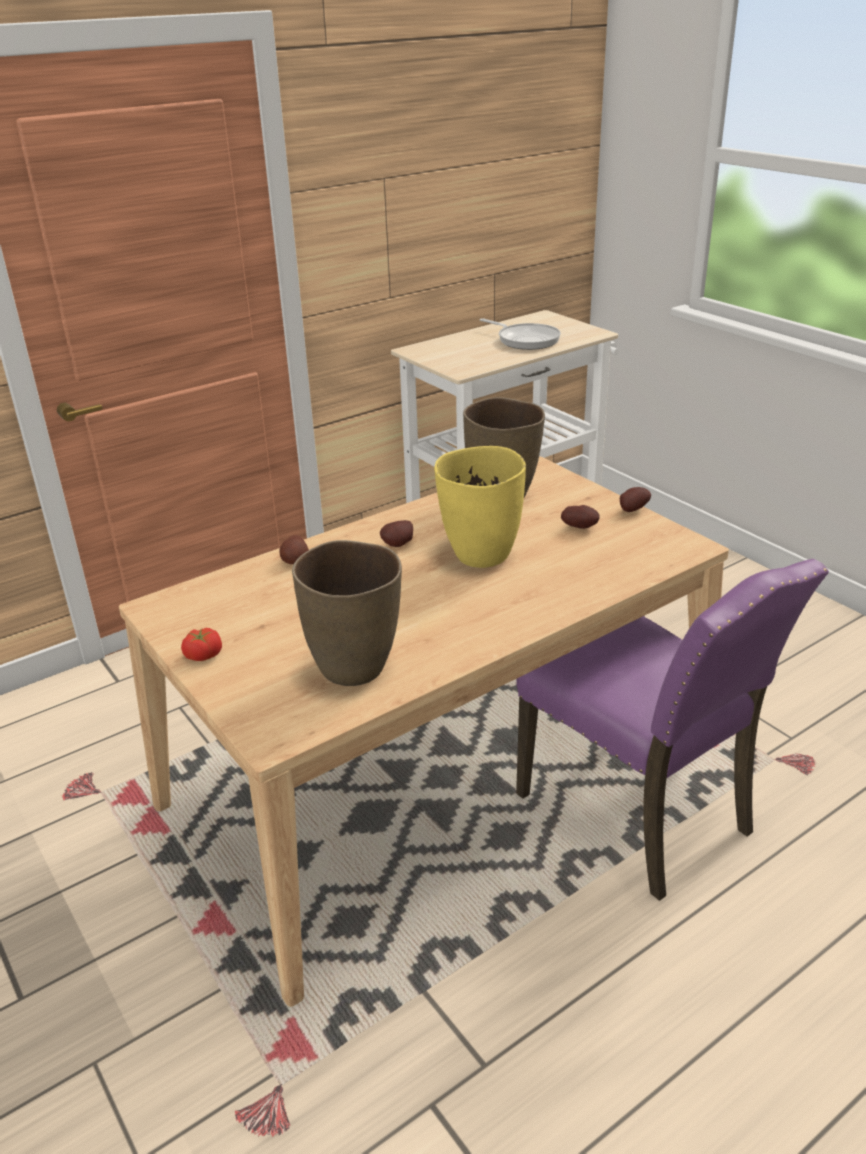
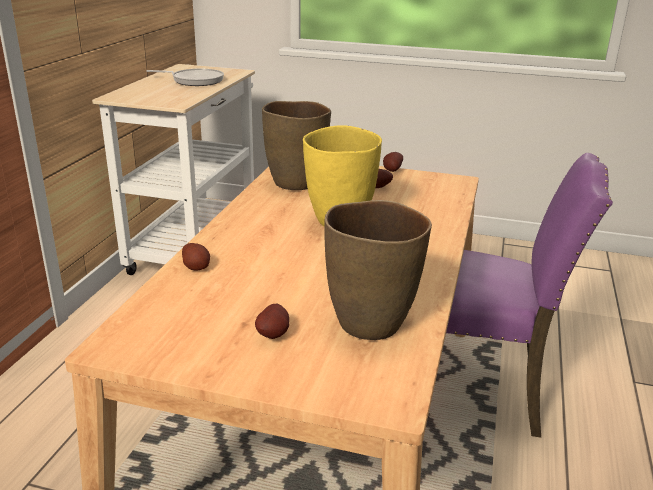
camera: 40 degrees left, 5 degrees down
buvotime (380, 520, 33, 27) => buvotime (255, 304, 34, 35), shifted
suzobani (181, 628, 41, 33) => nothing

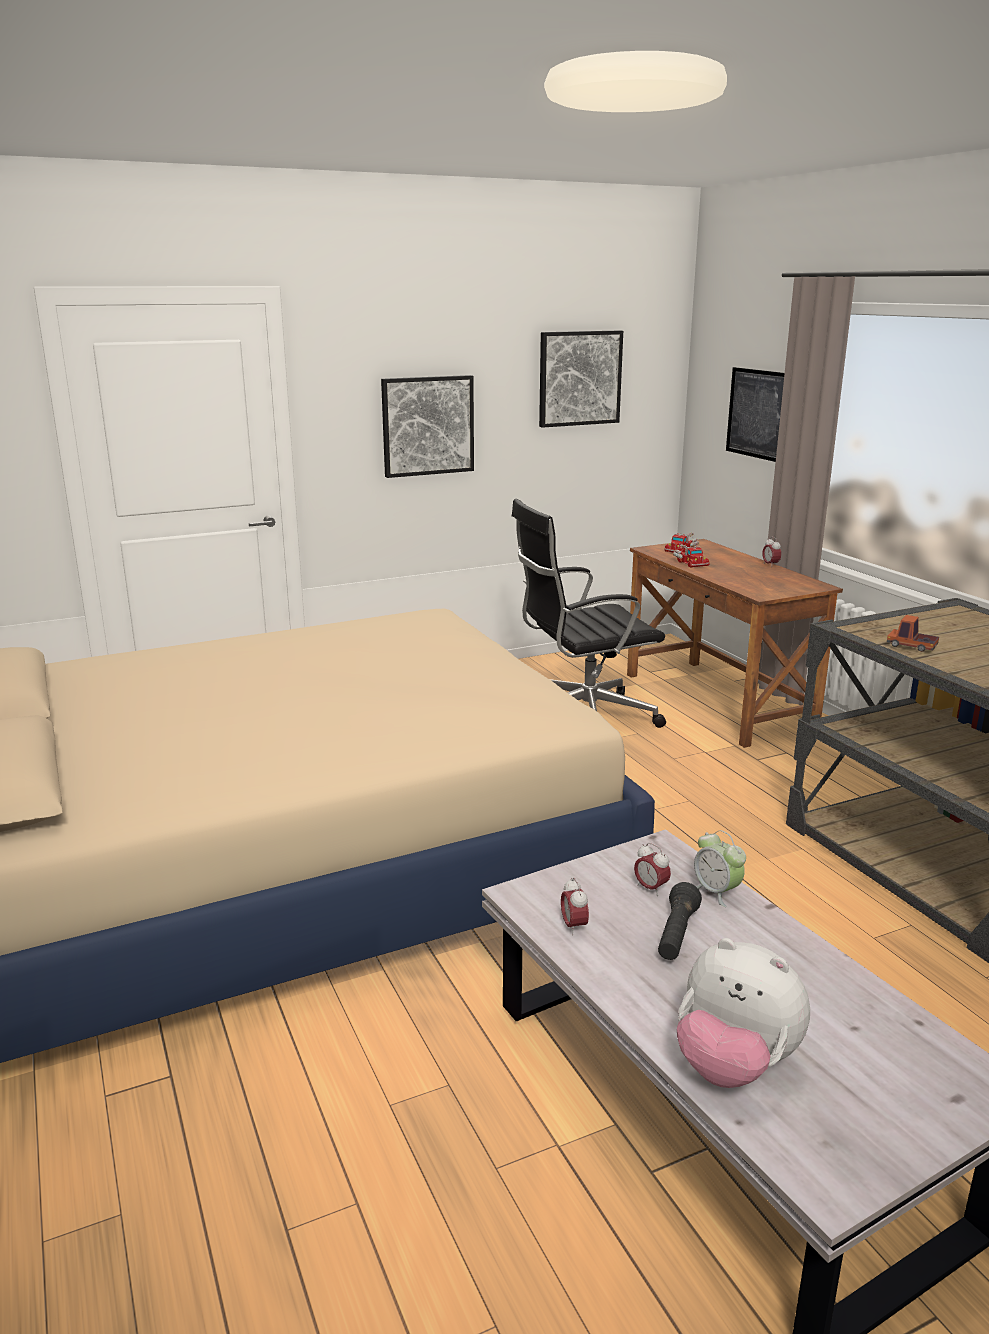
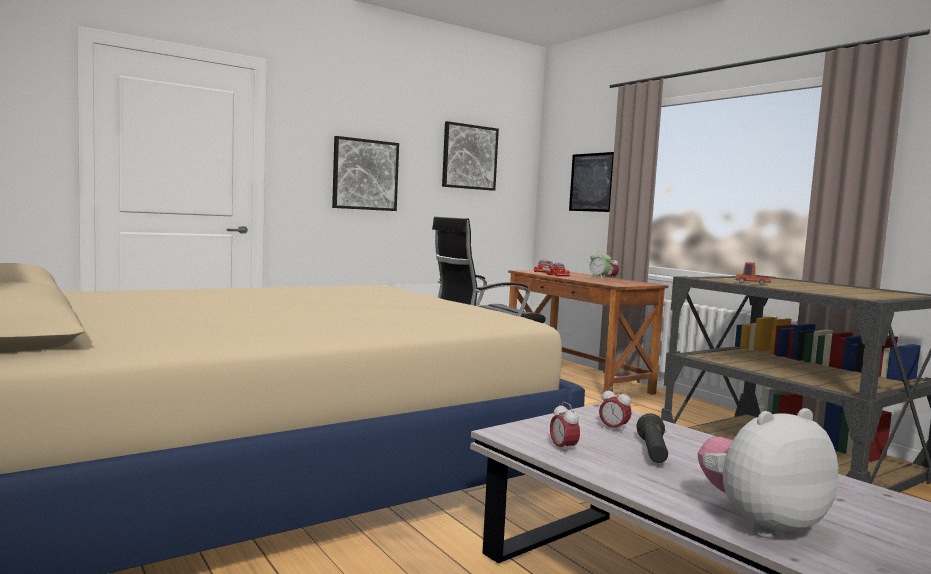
camera: 10 degrees left, 15 degrees down
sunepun (694, 830, 52, 77) => sunepun (589, 250, 22, 29), shifted
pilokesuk (677, 938, 133, 150) => pilokesuk (698, 408, 140, 130), 135 degrees clockwise

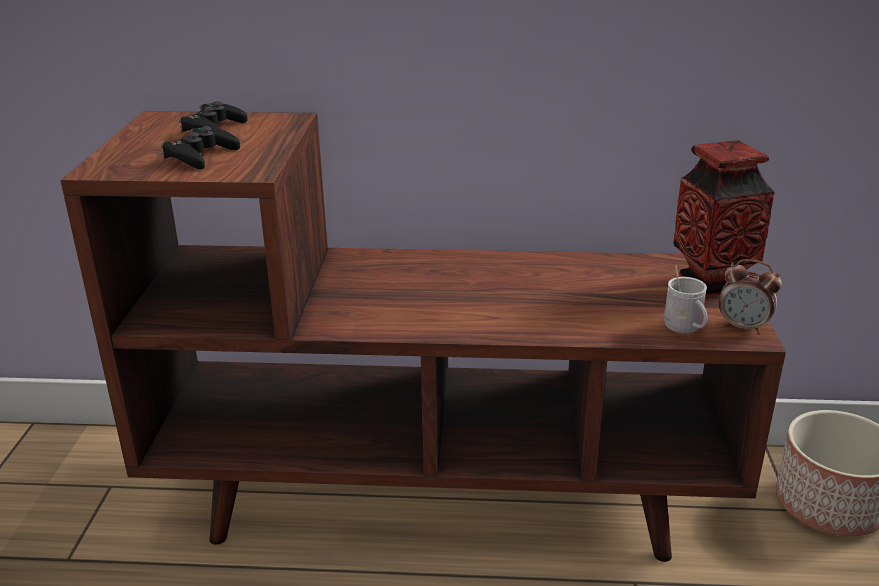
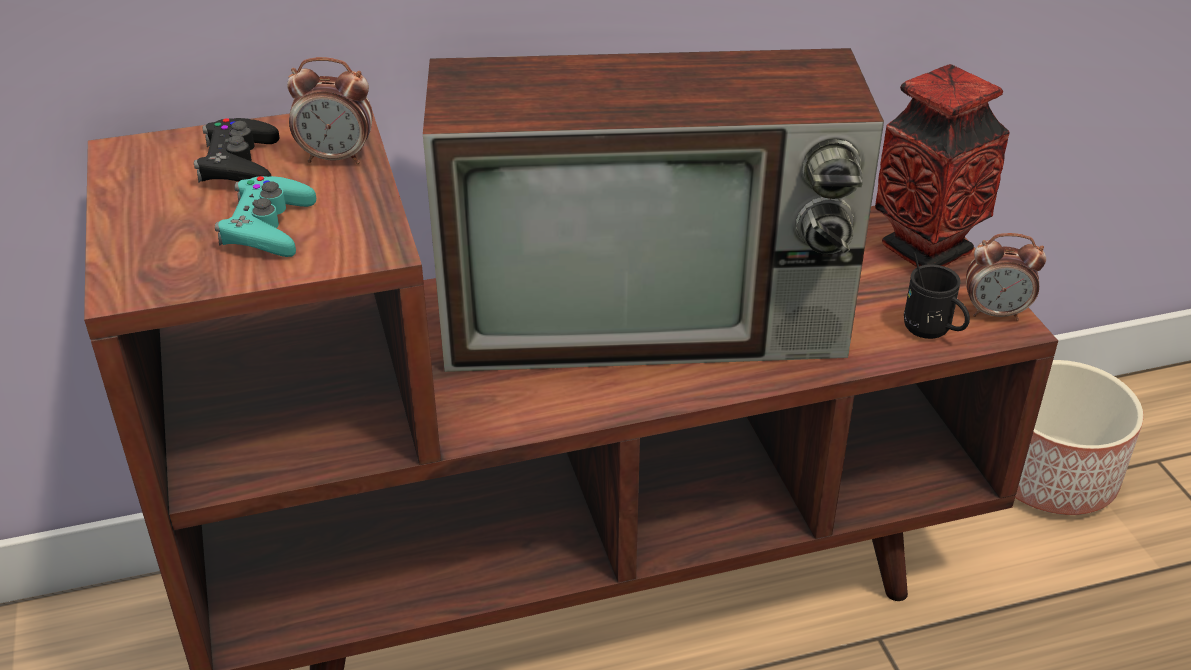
camera: 20 degrees left, 10 degrees up
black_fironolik (161, 126, 79, 43) => turquoise_fironolik (215, 176, 101, 81)
nothing => sunepun (287, 57, 86, 107)
nothing => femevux (423, 48, 461, 324)
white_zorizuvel (664, 265, 44, 68) => black_zorizuvel (904, 252, 66, 87)

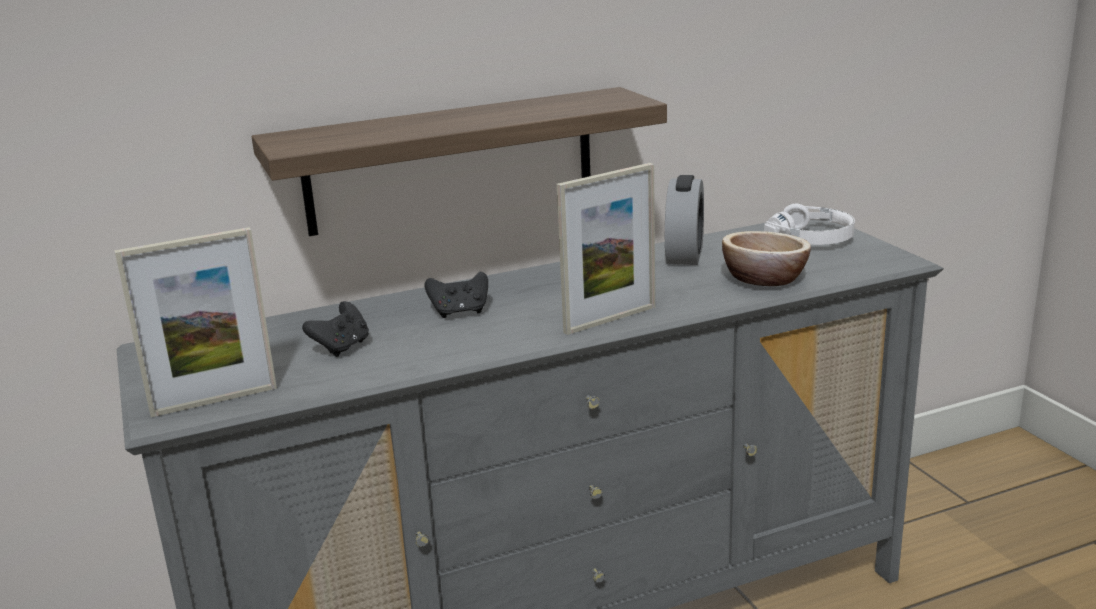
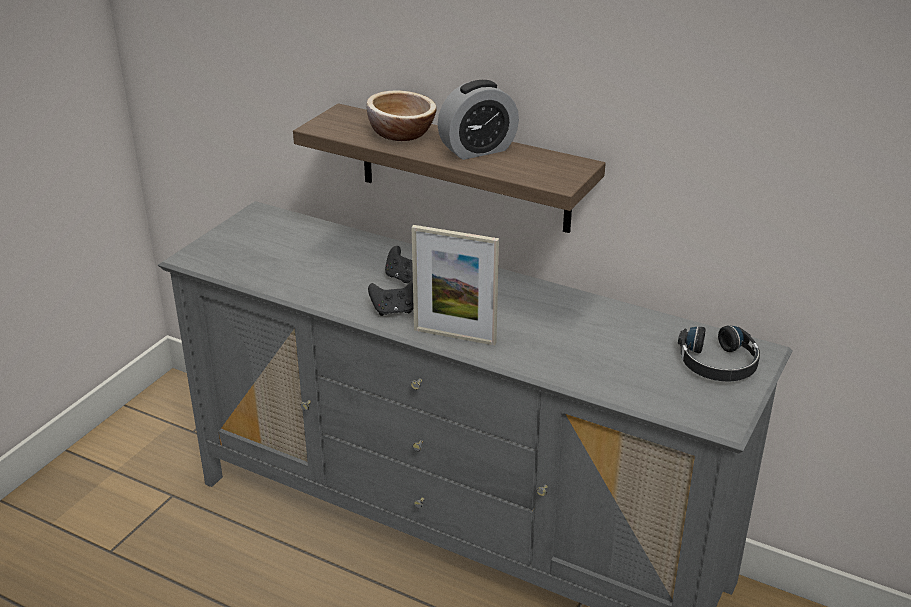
camera: 50 degrees right, 10 degrees up
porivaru (722, 231, 89, 55) => porivaru (366, 91, 71, 50), shifted
black_fironolik (302, 301, 67, 56) => black_fironolik (368, 280, 45, 36), shifted
sunepun (665, 175, 39, 90) => sunepun (438, 80, 81, 80), shifted
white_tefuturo (764, 203, 91, 42) => black_tefuturo (678, 326, 82, 55)
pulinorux (114, 227, 163, 190) => nothing

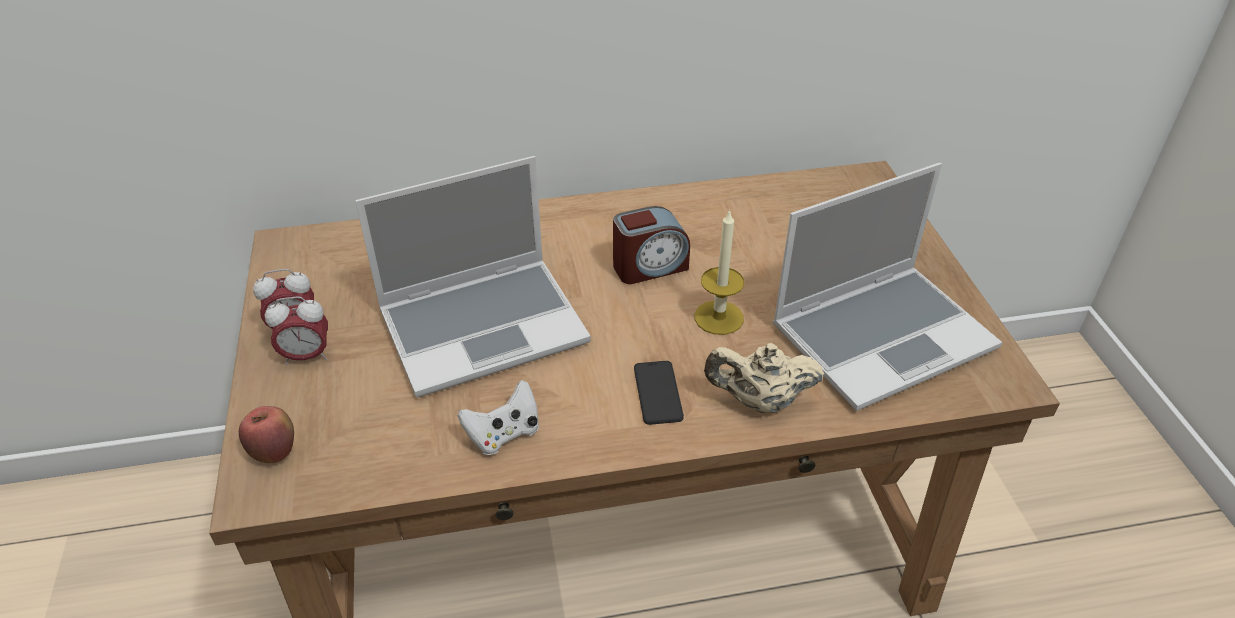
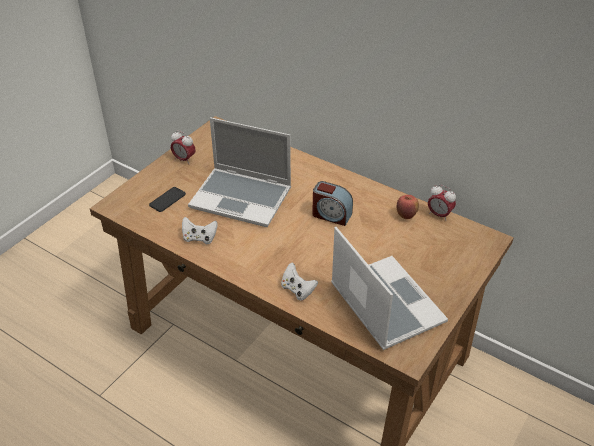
camera: 45 degrees right, 0 degrees up
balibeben (634, 361, 50, 64) => balibeben (149, 187, 37, 25), shifted
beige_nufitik (704, 343, 120, 70) => white_fironolik (281, 263, 37, 38)
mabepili (773, 163, 229, 248) => mabepili (331, 227, 117, 123), 135 degrees counterclockwise
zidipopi (239, 406, 55, 57) => zidipopi (397, 195, 22, 24), shifted
sunepun (265, 296, 63, 69) => sunepun (428, 185, 28, 36), shifted
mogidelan (695, 209, 49, 126) => nothing

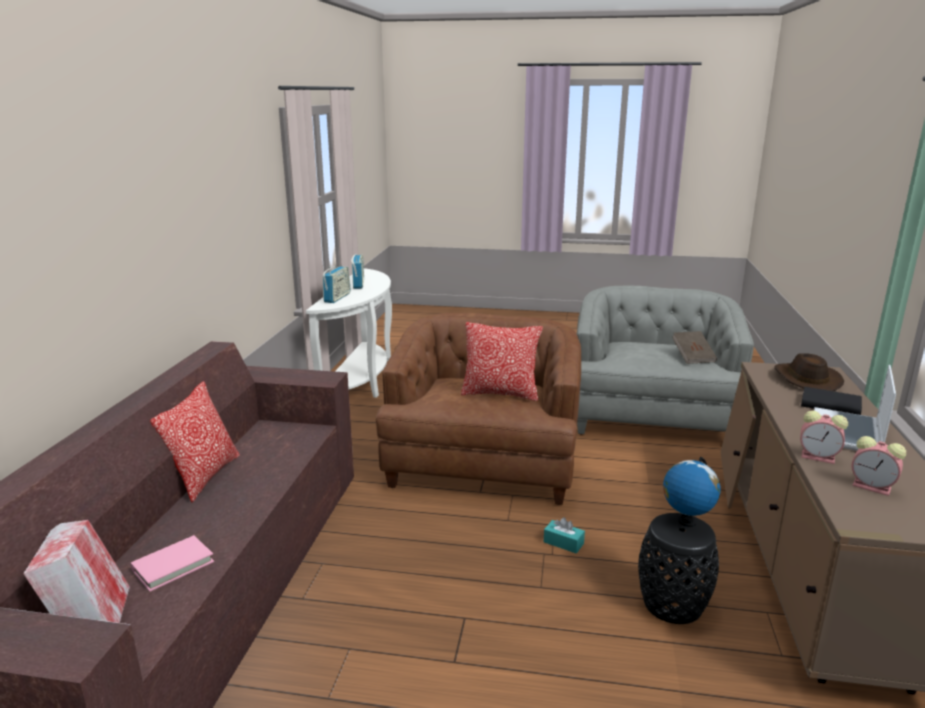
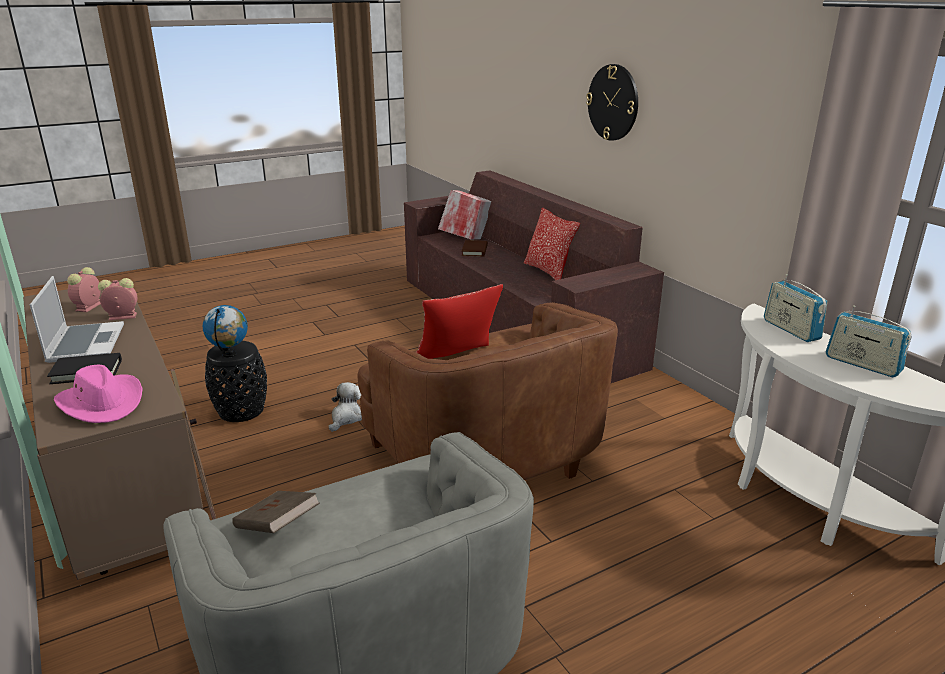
camera: 140 degrees right, 5 degrees up
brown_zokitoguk (774, 353, 70, 38) => pink_zokitoguk (54, 365, 89, 58)
sunepun (852, 436, 54, 60) => sunepun (67, 267, 34, 45), 75 degrees counterclockwise
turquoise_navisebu (544, 517, 41, 37) => pilokesuk (329, 382, 33, 50)
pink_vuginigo (130, 535, 84, 57) => brown_vuginigo (462, 240, 26, 17)
nothing => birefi (586, 64, 52, 77)

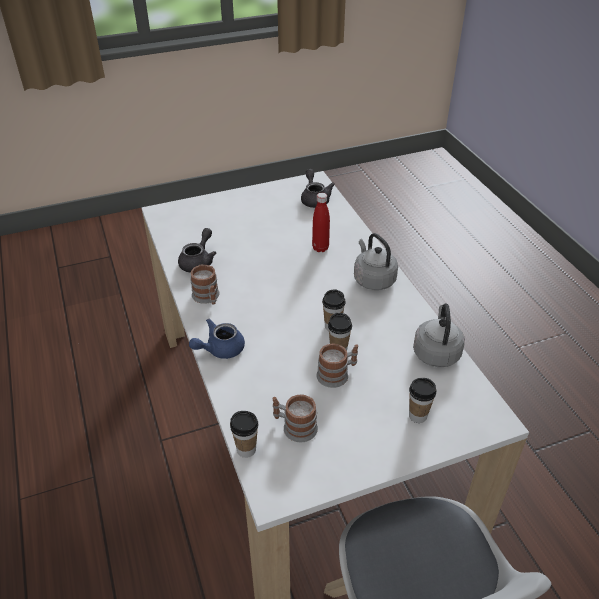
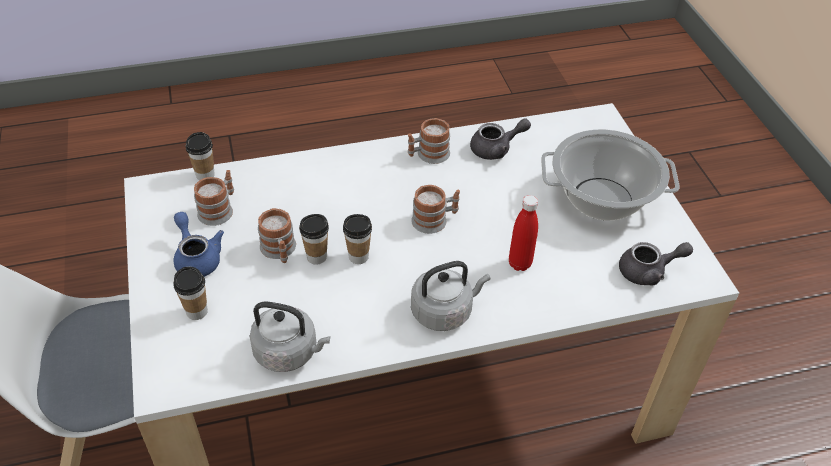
camera: 95 degrees right, 5 degrees up
blue_nufitik (189, 319, 56, 40) => blue_nufitik (174, 212, 50, 65), shifted
nothing => zorizuvel (411, 185, 49, 49)
grey_nufitik (178, 228, 38, 45) => grey_nufitik (470, 118, 61, 42), 45 degrees counterclockwise
nothing => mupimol (541, 129, 138, 92)

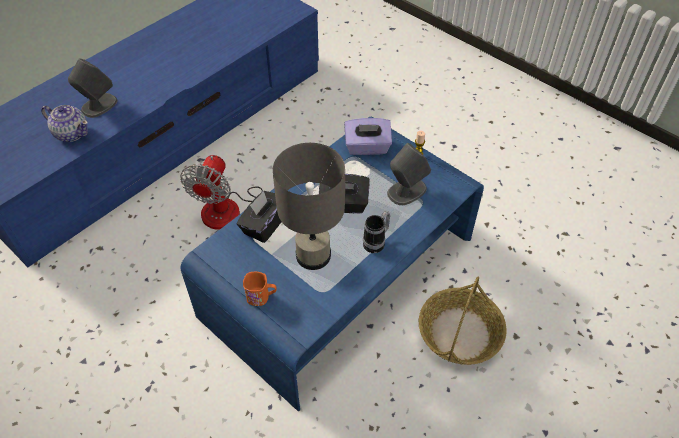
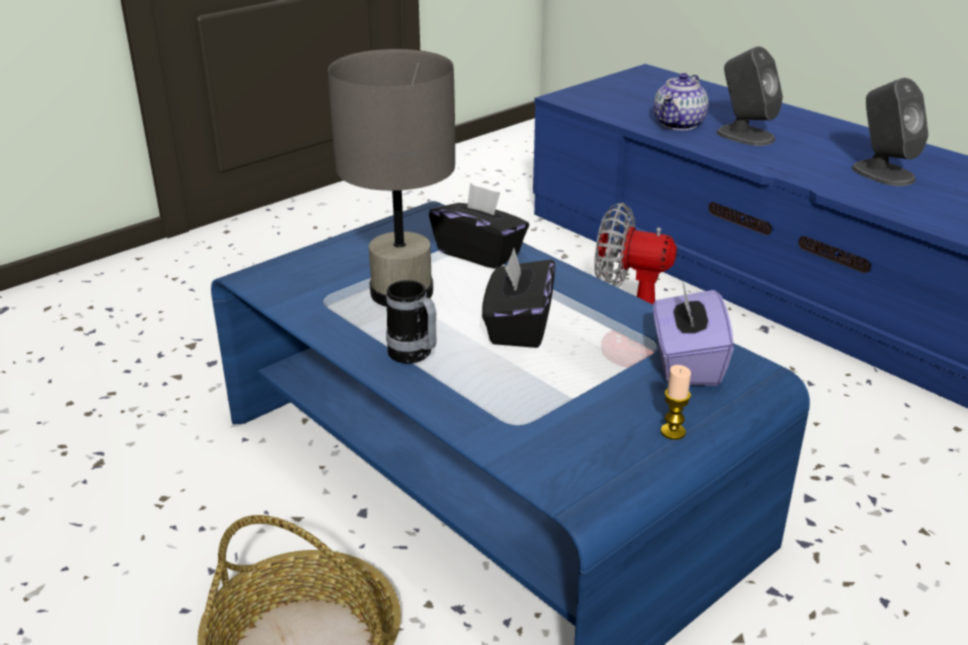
camera: 95 degrees right, 20 degrees down
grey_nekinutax (387, 143, 44, 62) => grey_nekinutax (852, 78, 77, 108), shifted
orange_zorizuvel (243, 272, 34, 34) => nothing

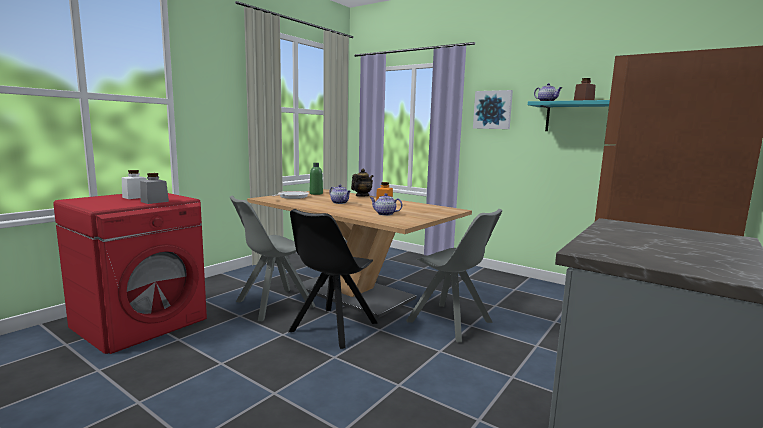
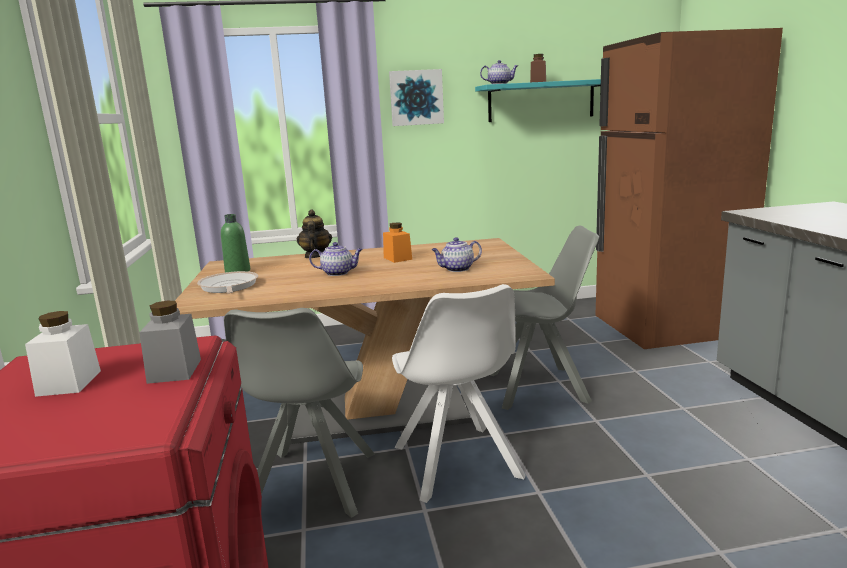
camera: 45 degrees left, 5 degrees up
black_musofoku (288, 209, 90, 140) => white_musofoku (392, 284, 134, 219)

